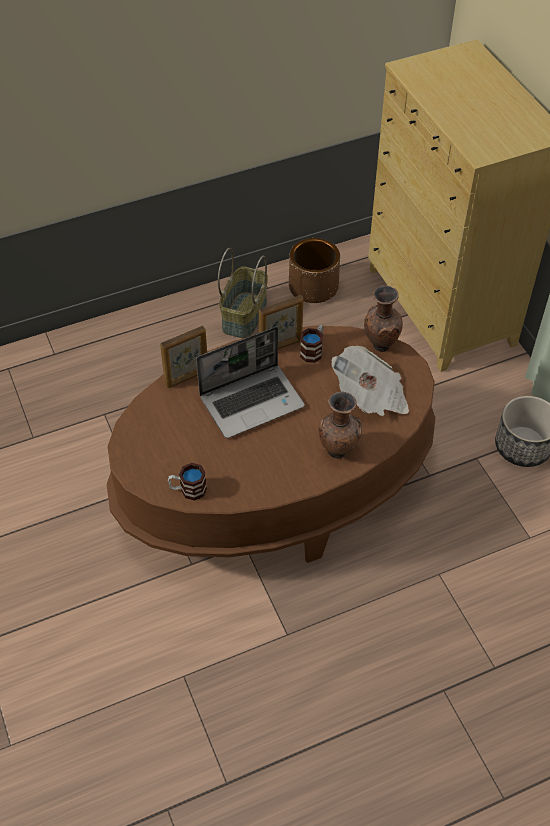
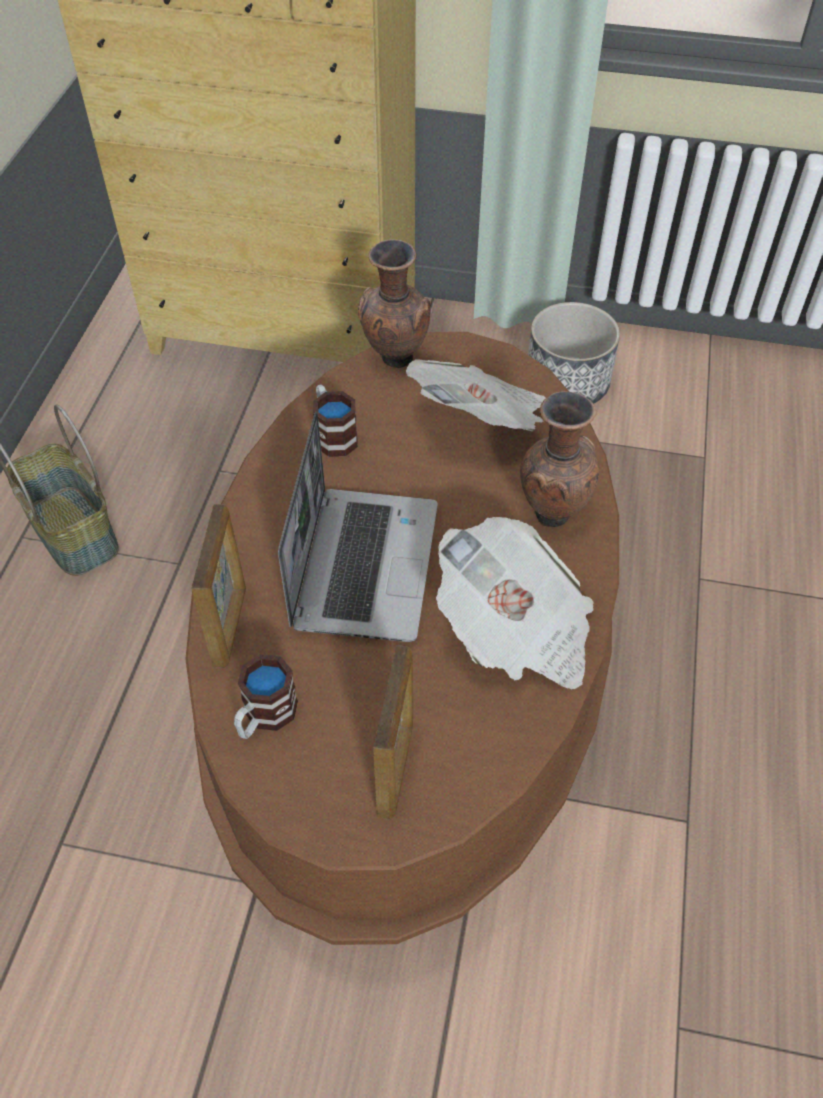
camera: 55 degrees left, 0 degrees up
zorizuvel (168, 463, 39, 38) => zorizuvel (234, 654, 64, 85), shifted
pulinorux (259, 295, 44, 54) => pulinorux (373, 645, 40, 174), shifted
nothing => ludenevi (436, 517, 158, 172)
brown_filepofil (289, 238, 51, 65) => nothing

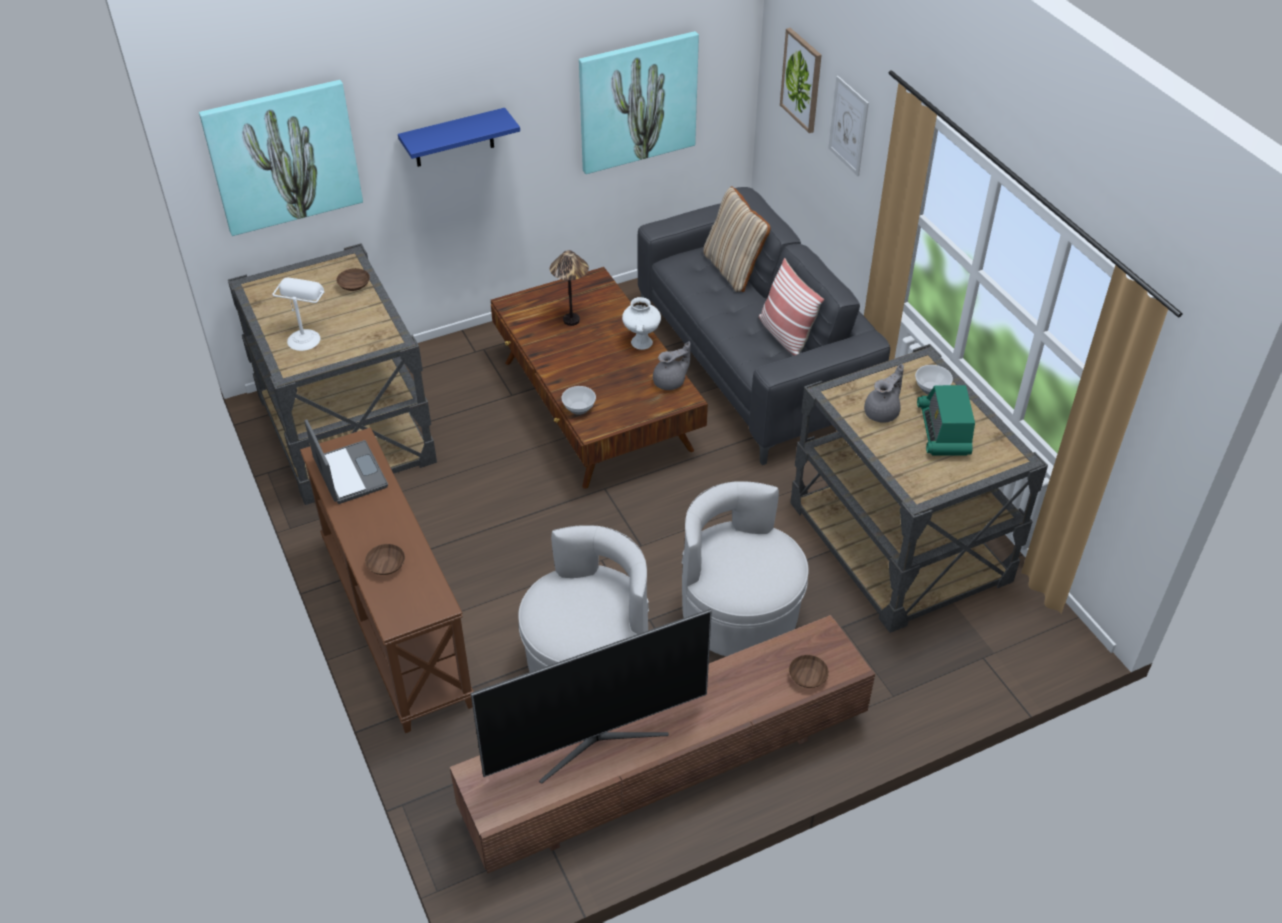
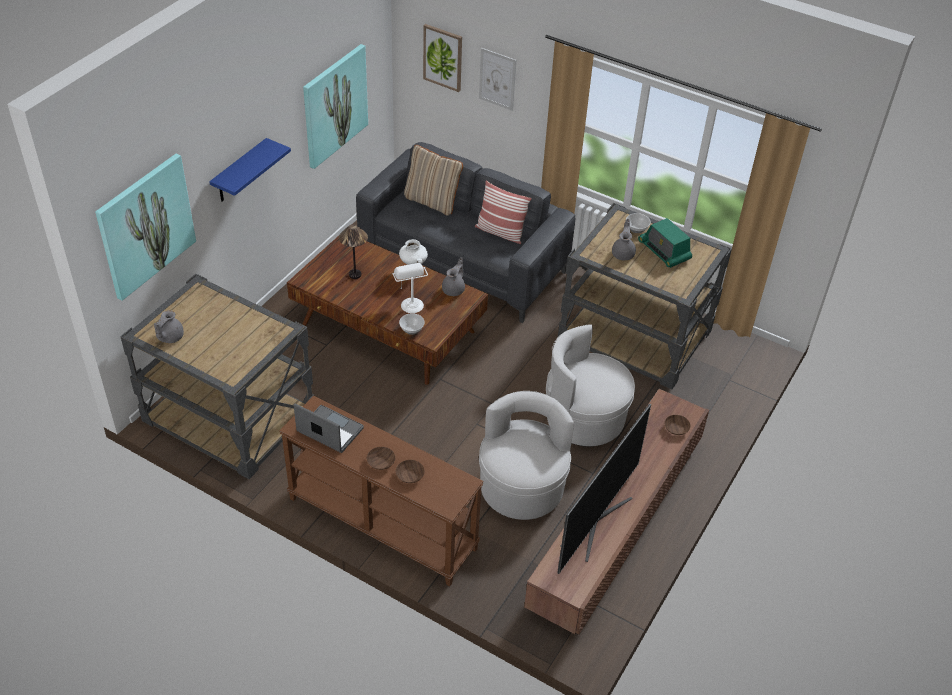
camera: 35 degrees left, 0 degrees up
nothing => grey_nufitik (154, 310, 30, 33)
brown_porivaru (336, 268, 34, 23) => brown_porivaru (367, 447, 28, 23), shifted
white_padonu (272, 278, 52, 73) => white_padonu (392, 263, 36, 50), shifted

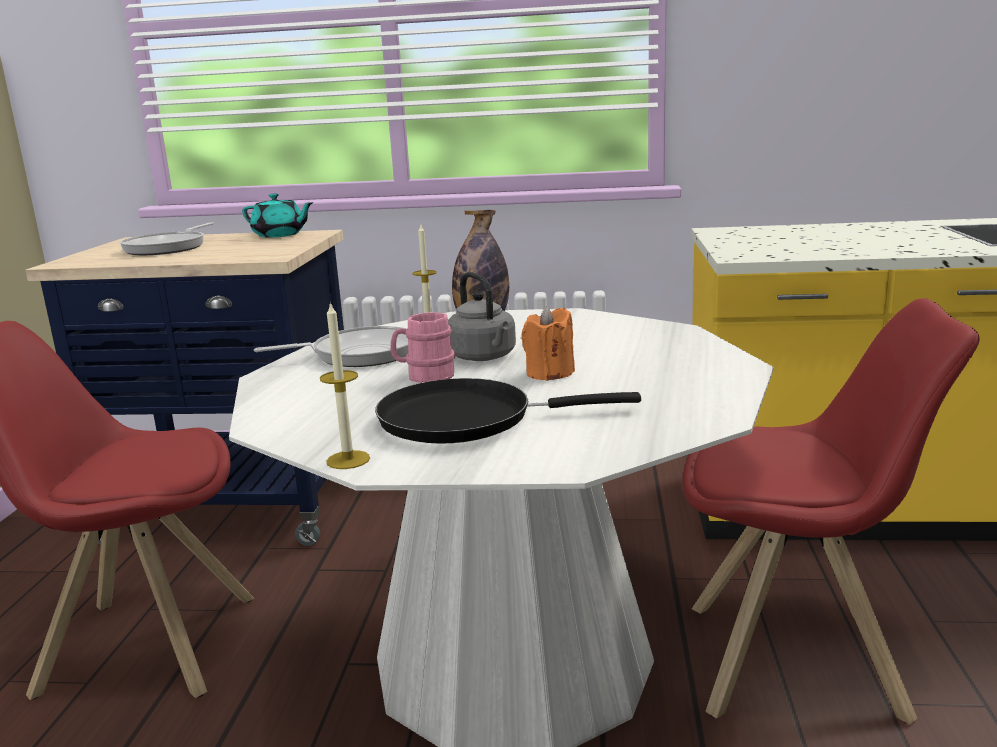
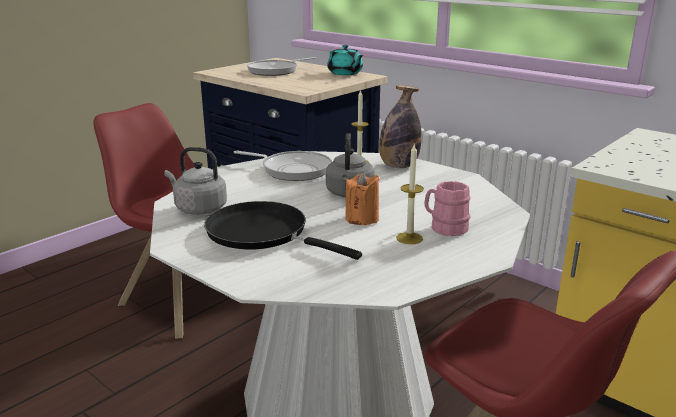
camera: 35 degrees right, 5 degrees up
nothing => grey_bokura (164, 147, 63, 68)
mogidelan (320, 302, 50, 167) => mogidelan (396, 145, 28, 99), shifted
pink_zorizuvel (391, 312, 64, 71) => pink_zorizuvel (424, 181, 46, 55), shifted

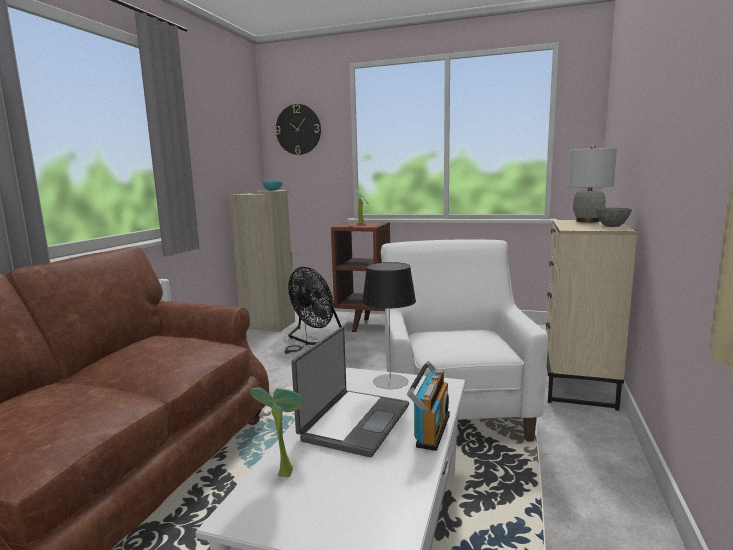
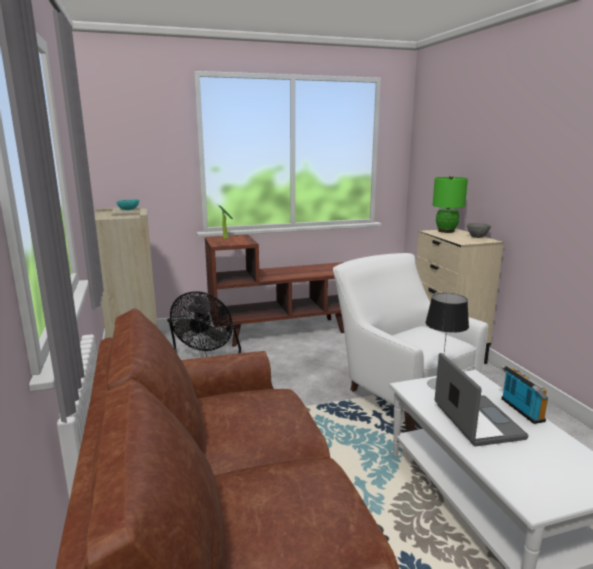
camera: 35 degrees left, 5 degrees up
white_padonu (568, 145, 49, 77) => green_padonu (433, 175, 35, 58)
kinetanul (250, 387, 53, 90) => nothing
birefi (275, 104, 46, 51) => nothing

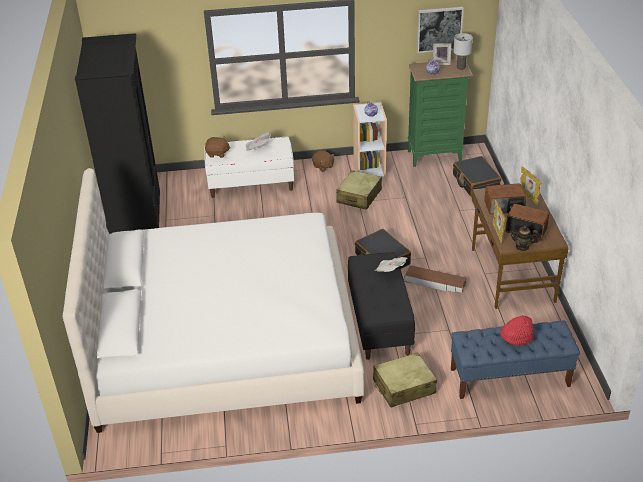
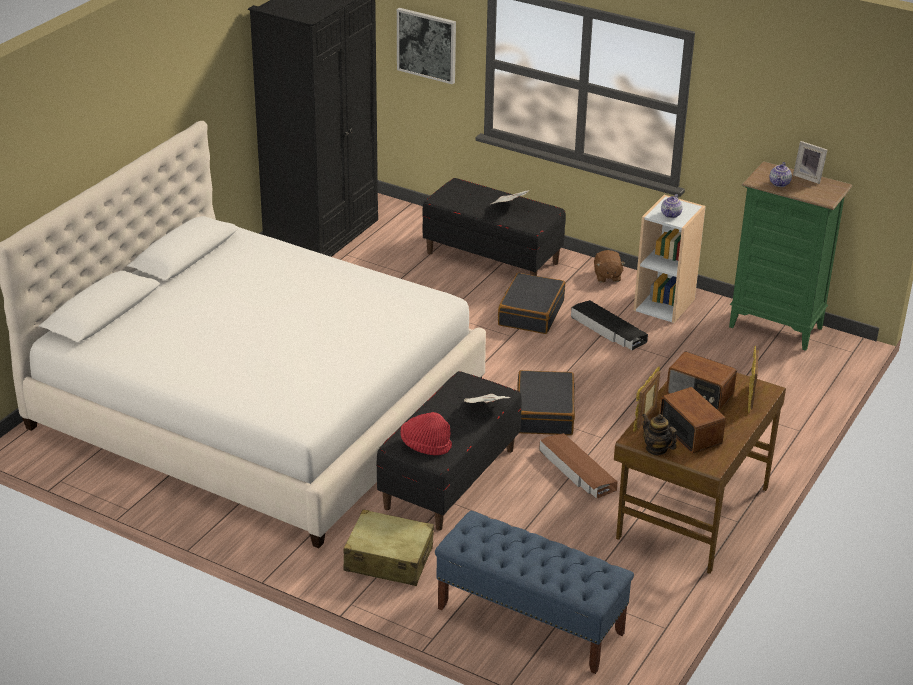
camera: 35 degrees right, 5 degrees down
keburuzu (417, 7, 47, 46) => keburuzu (397, 8, 59, 77), shifted
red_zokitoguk (500, 315, 33, 31) => red_zokitoguk (401, 412, 51, 43), shifted
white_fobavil (204, 137, 90, 61) => black_fobavil (422, 178, 144, 98)
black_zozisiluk (453, 156, 48, 41) => black_zozisiluk (498, 273, 67, 61), shifted
beige_zozisiluk (336, 170, 46, 40) => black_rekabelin (571, 300, 77, 50)
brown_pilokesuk (205, 136, 26, 22) => nothing
white_padonu (453, 33, 20, 37) => nothing

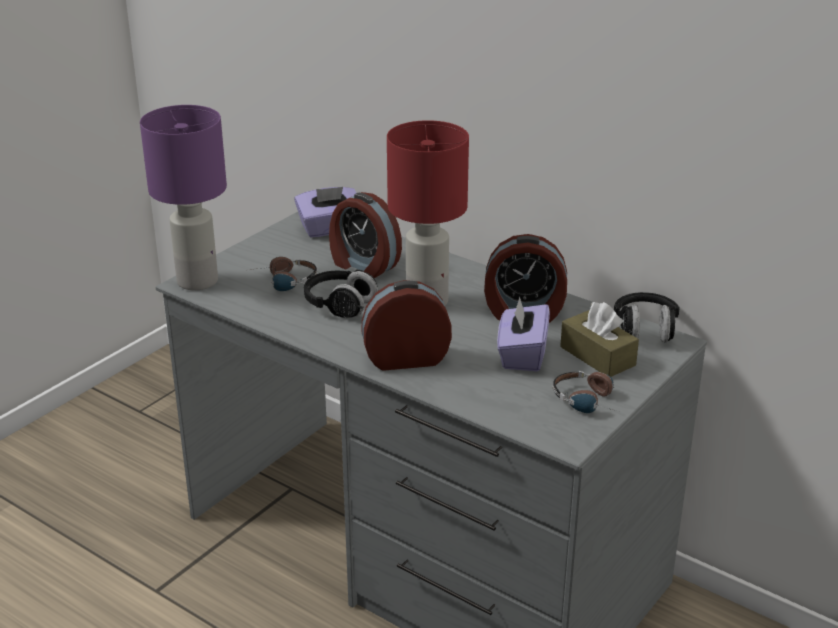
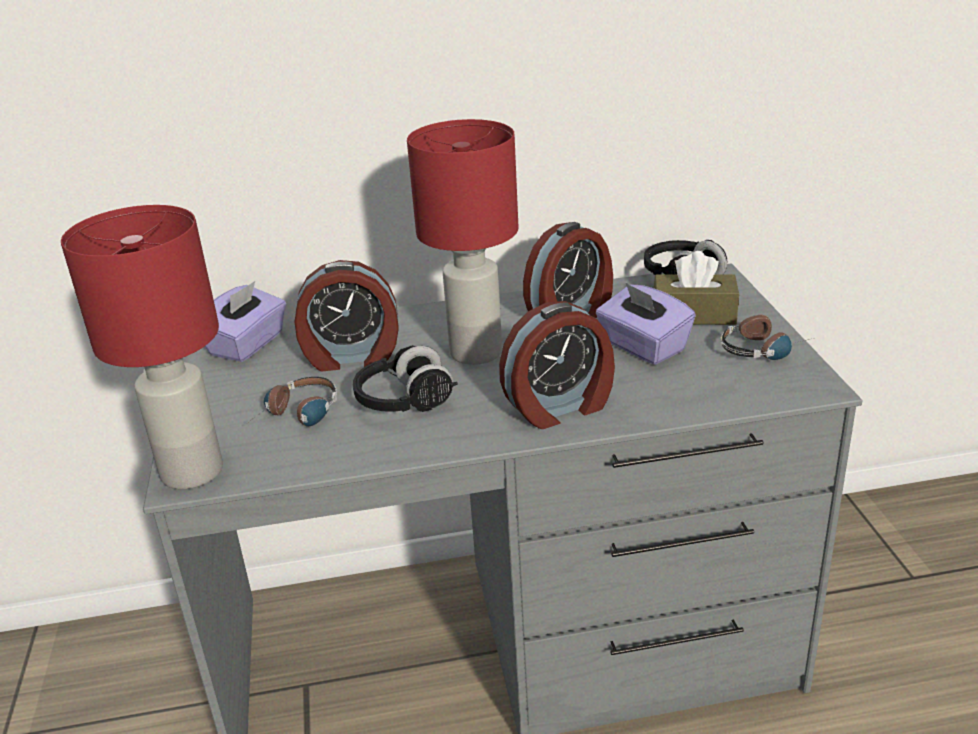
camera: 45 degrees left, 0 degrees up
purple_padonu (140, 105, 87, 185) => red_padonu (61, 205, 162, 284)
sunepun (361, 280, 91, 91) => sunepun (499, 301, 116, 128), 150 degrees counterclockwise

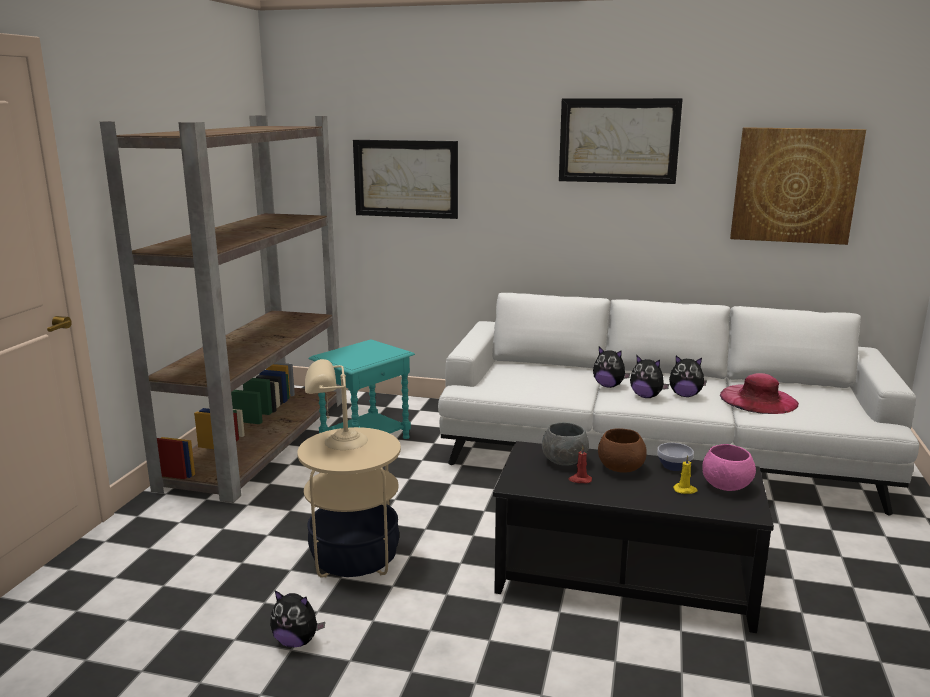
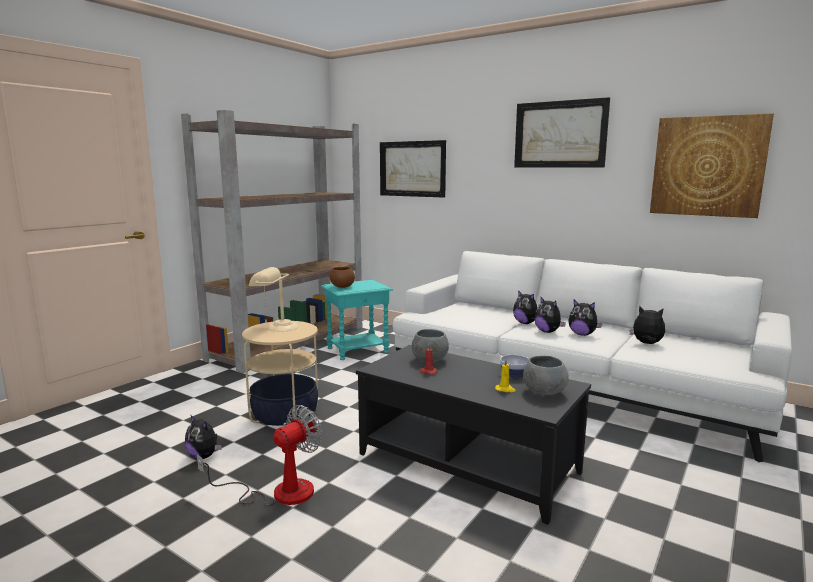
camera: 20 degrees right, 5 degrees down
nothing => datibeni (197, 405, 125, 101)
brown_porivaru (598, 428, 49, 44) => brown_porivaru (330, 267, 25, 21), shifted
pink_porivaru (702, 444, 54, 47) => grey_porivaru (523, 356, 45, 39)
pink_zokitoguk (720, 373, 79, 41) => pilokesuk (629, 306, 36, 38)

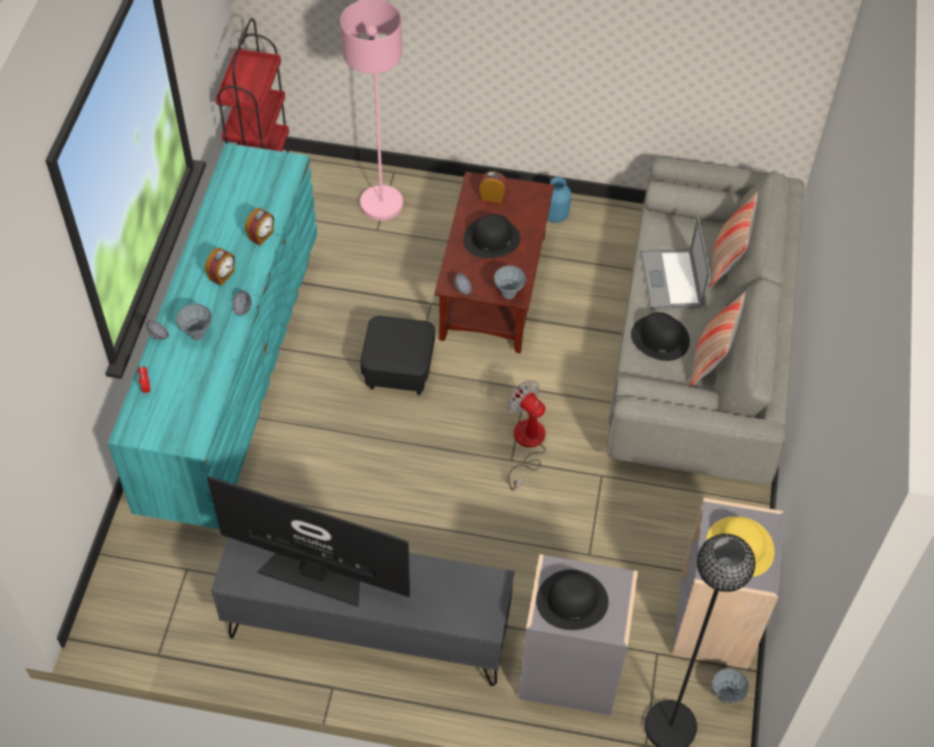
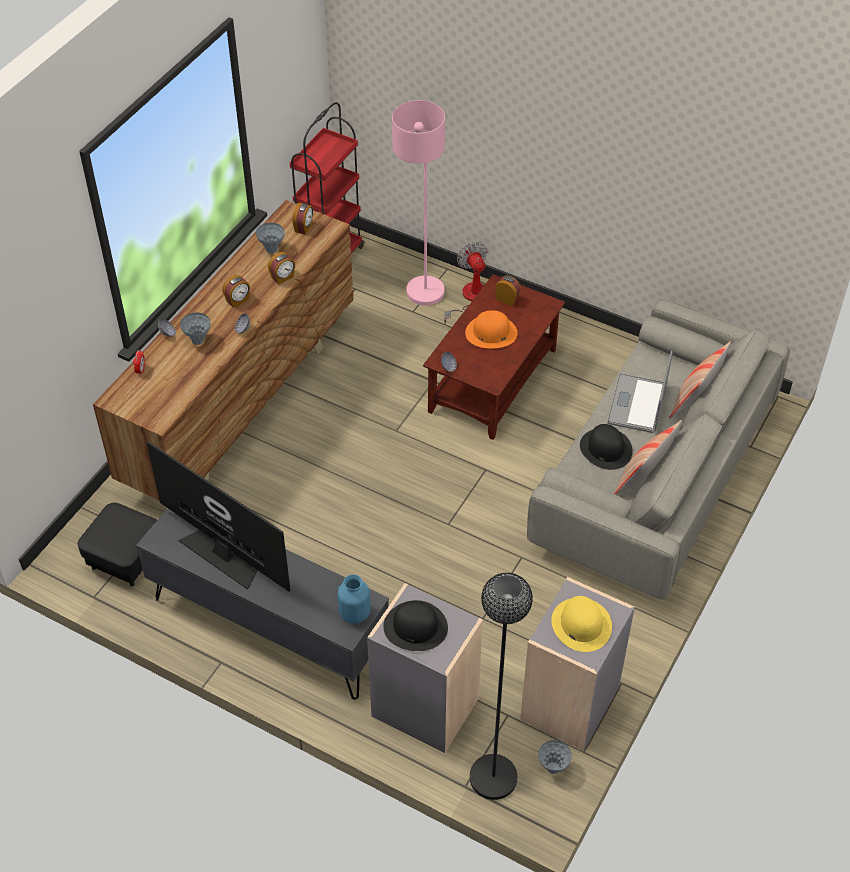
camera: 20 degrees right, 5 degrees down
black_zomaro (360, 316, 75, 79) => black_zomaro (78, 503, 79, 83), shifted
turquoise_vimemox (108, 143, 209, 386) => brown_vimemox (93, 200, 261, 301)
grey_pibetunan (494, 265, 32, 34) => grey_pibetunan (256, 223, 29, 30), shifted
nothing => sunepun (293, 203, 20, 32)
blue_pibetunan (547, 177, 24, 46) => blue_pibetunan (338, 574, 32, 50), shifted
datibeni (507, 380, 39, 110) => datibeni (444, 242, 43, 82), shifted
black_zokitoguk (463, 214, 57, 44) => orange_zokitoguk (465, 310, 52, 38)

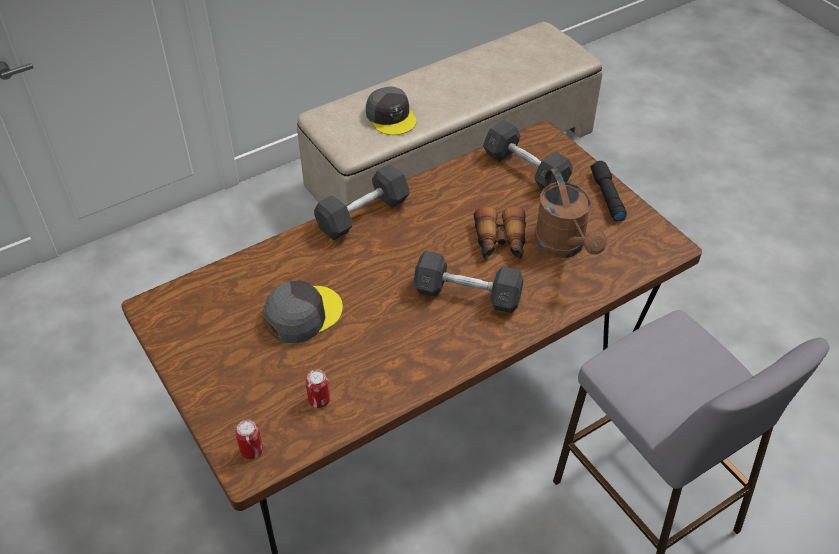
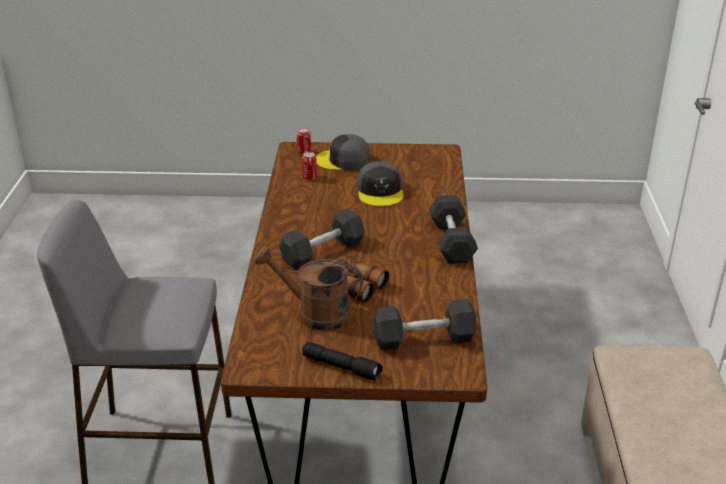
camera: 125 degrees right, 15 degrees down
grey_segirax (366, 86, 50, 49) => grey_segirax (316, 134, 54, 37), shifted

